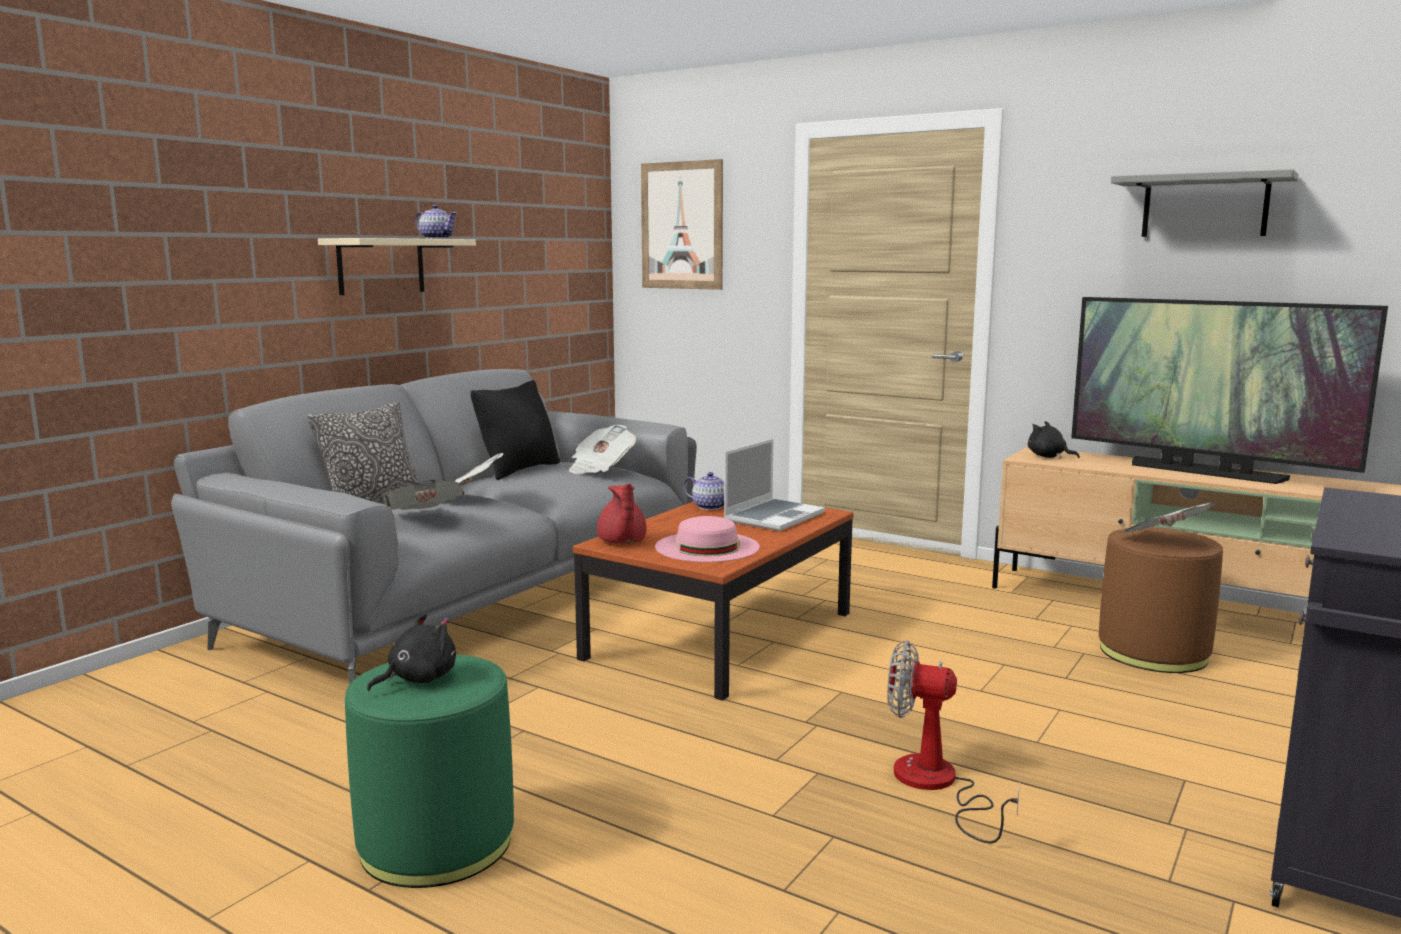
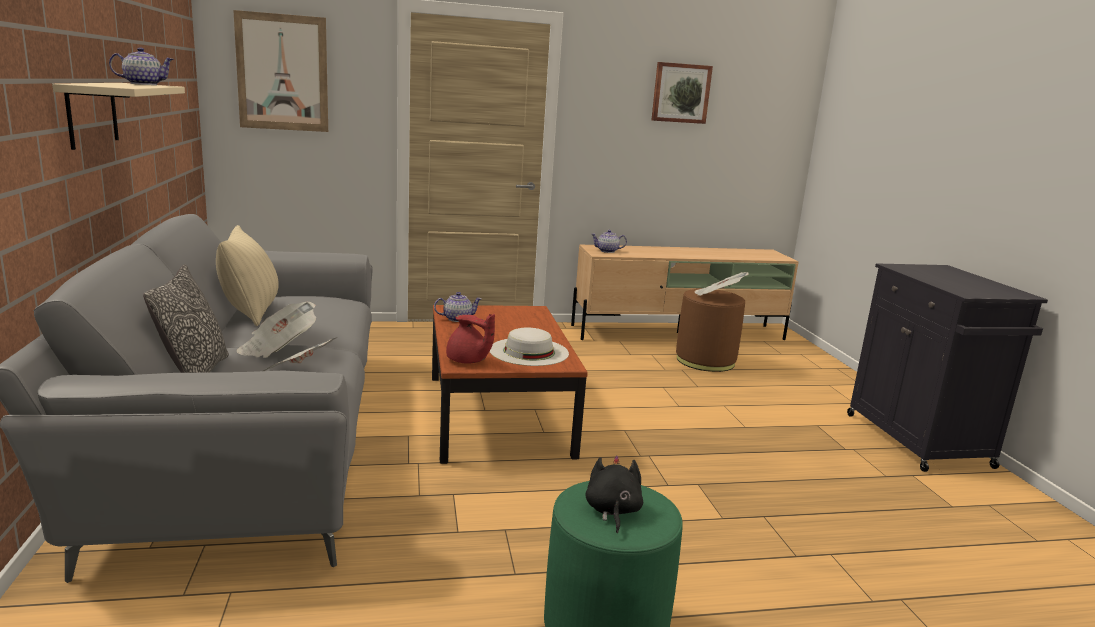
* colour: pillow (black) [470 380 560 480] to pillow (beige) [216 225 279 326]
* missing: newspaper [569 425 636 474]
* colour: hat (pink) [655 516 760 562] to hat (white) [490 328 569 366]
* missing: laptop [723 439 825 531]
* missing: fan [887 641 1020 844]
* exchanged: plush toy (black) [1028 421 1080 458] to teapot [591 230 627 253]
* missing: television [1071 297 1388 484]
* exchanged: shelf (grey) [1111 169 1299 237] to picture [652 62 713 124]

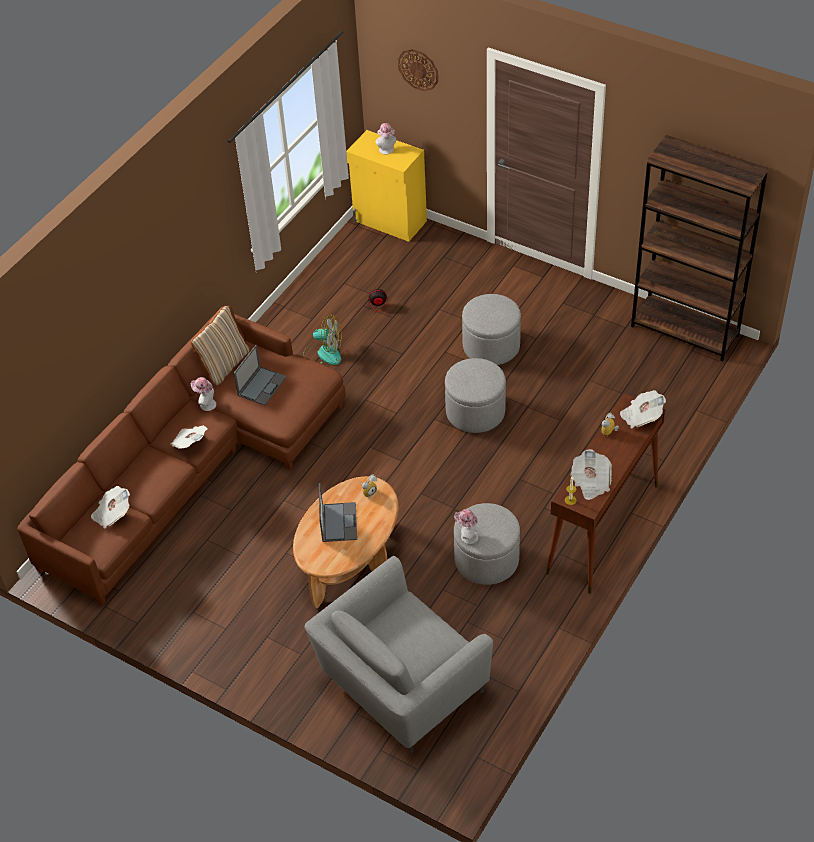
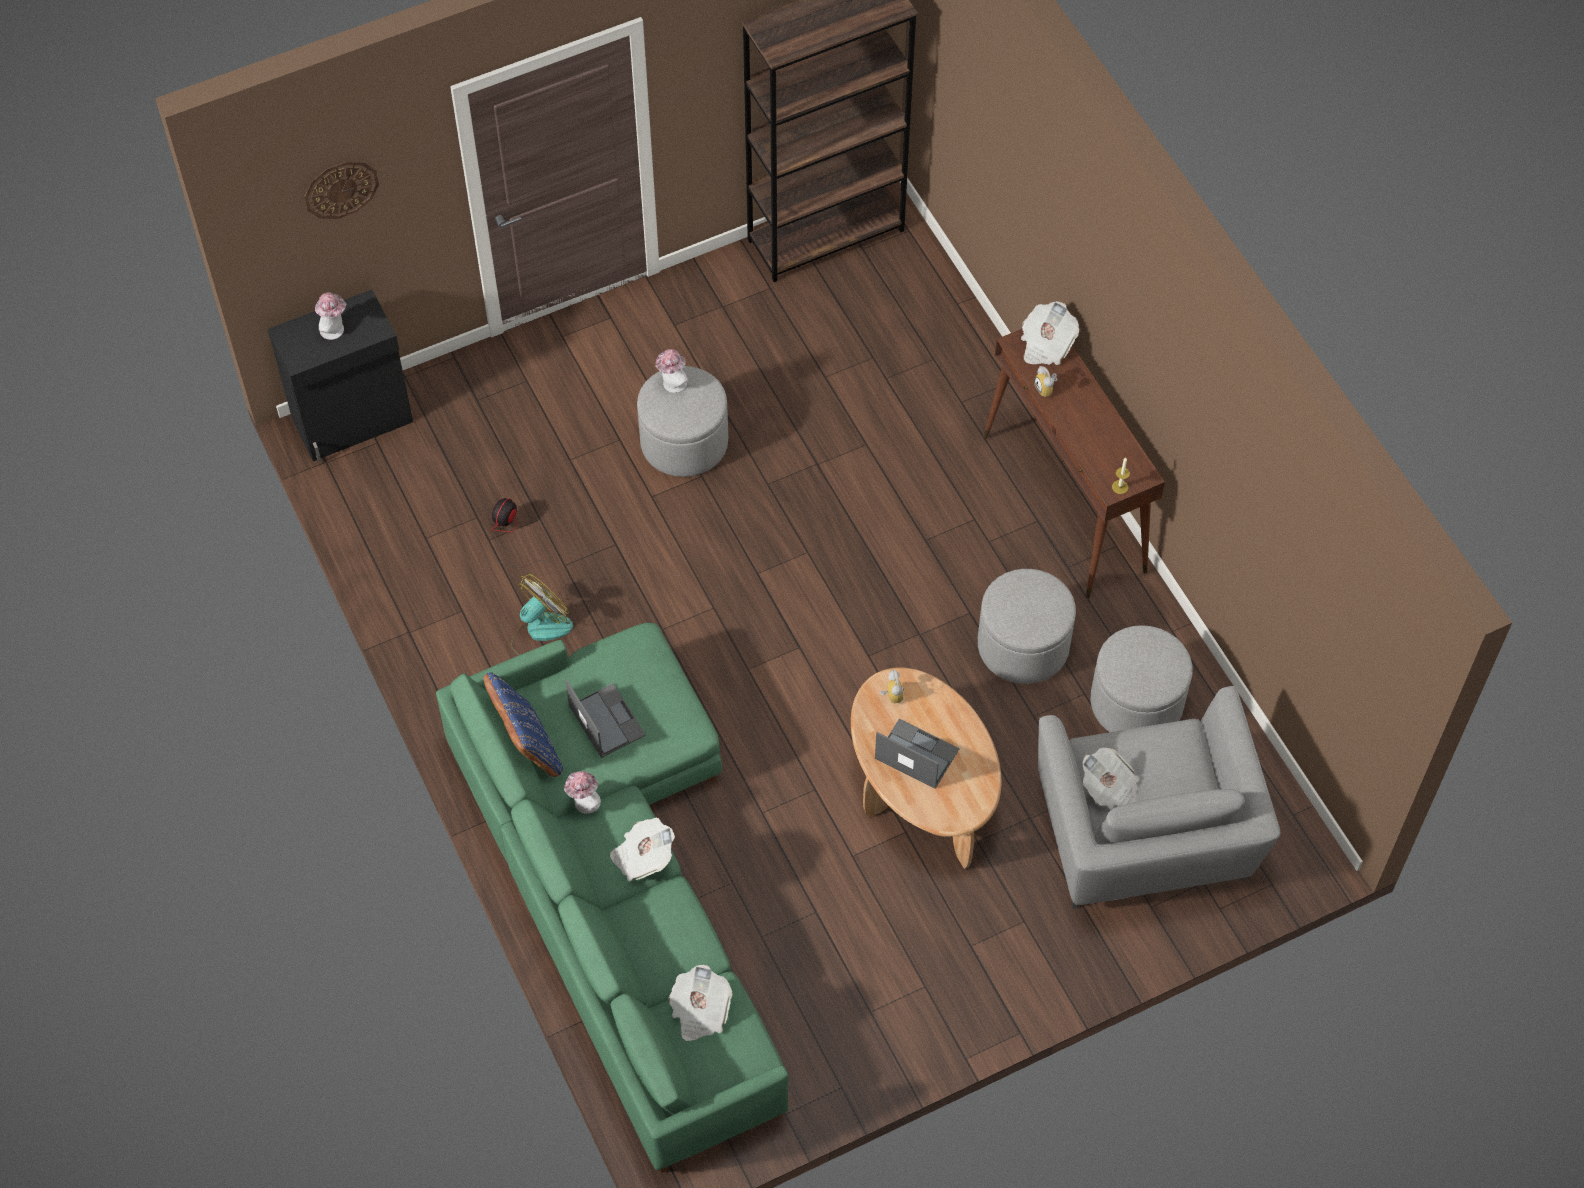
* colour: sofa (brown) [17 306 346 605] to sofa (green) [436 623 788 1173]
* colour: pillow (beige) [191 306 249 386] to pillow (blue) [484 672 563 777]
* colour: cabinet (yellow) [346 130 427 242] to cabinet (black) [268 290 413 462]
* relocated: ottoman (grey) [445 358 506 433] to [1091 625 1192 732]
* relocated: hat [454 509 479 544] to [655 349 688 393]
* relocated: newspaper [570 449 612 500] to [1083 748 1139 809]

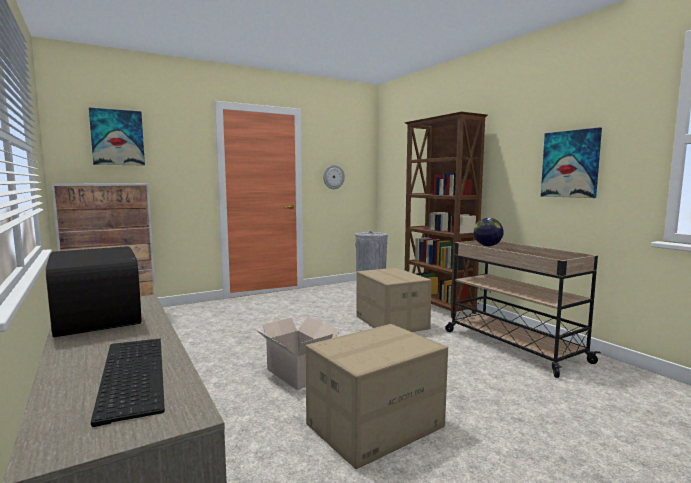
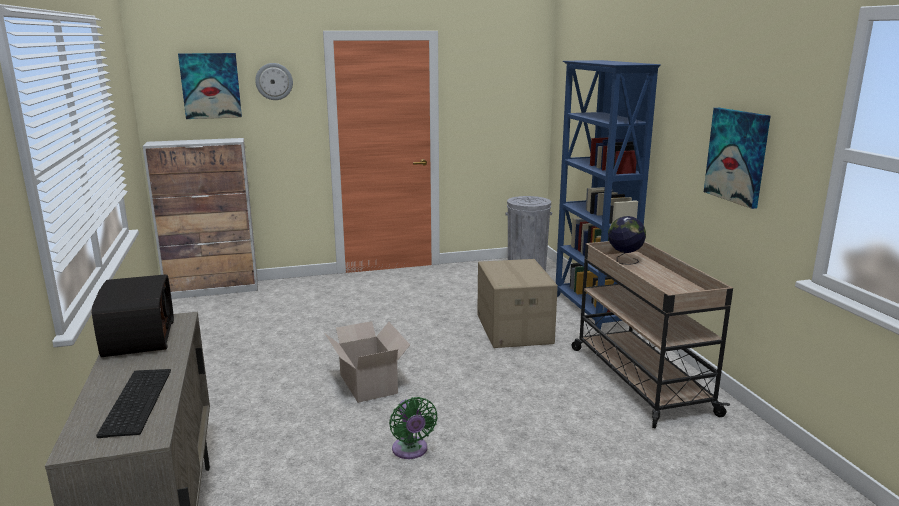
* exchanged: cardboard box [306 324 448 469] to fan (green) [389 397 438 459]
* relocated: wall clock [323 165 345 189] to [255 63 293 100]
* colour: bookcase (brown) [404 111 488 318] to bookcase (blue) [556 60 661 332]

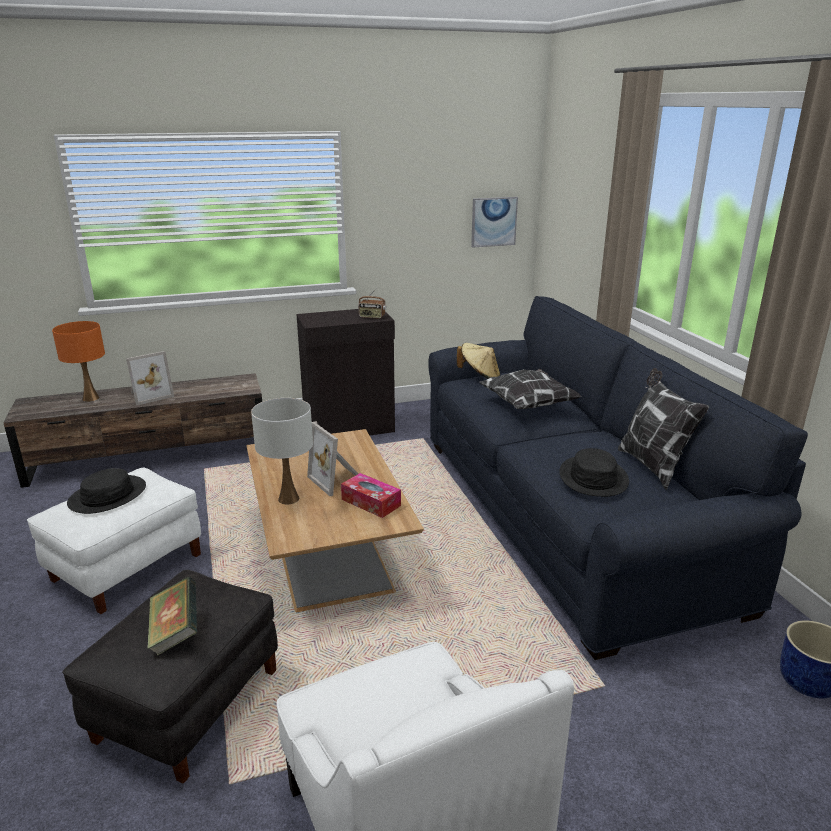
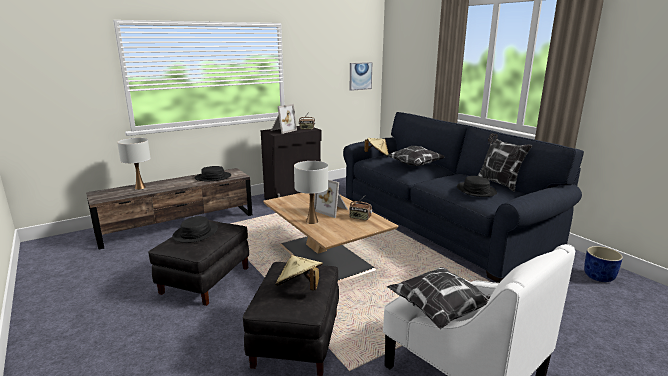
* colour: ottoman (white) [27 468 201 614] to ottoman (black) [148 220 249 306]
* colour: table lamp (orange) [52 321 105 402] to table lamp (white) [117 138 151 190]
* relocated: picture frame [126 351 174 405] to [271 104 297 134]
* exchanged: book [148 577 197 656] to hat (beige) [275 255 323 290]
* exchanged: tissue box [341 473 401 518] to radio [349 198 372 220]
* appeared: hat (black) [195 166 231 182]
* appeared: pillow [387 267 490 329]

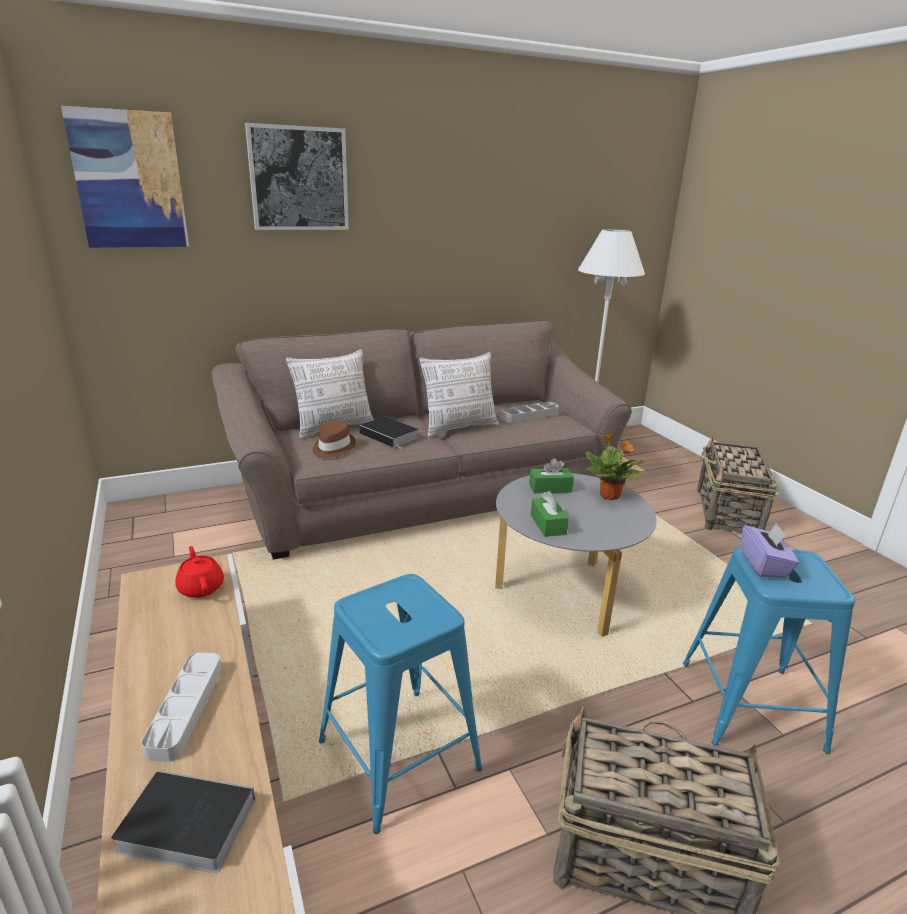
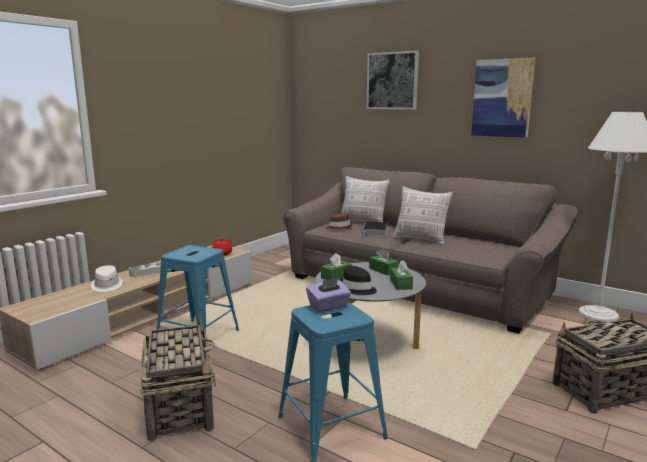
* relocated: picture [61 106 189 248] to [471 58 535 138]
* exchanged: book [111 770 255 873] to hat (white) [91 265 123 292]
* missing: tray (grey) [501 402 559 423]
* exchanged: potted plant [586 433 644 500] to tissue box (green) [390 260 413 290]
* appeared: hat (black) [340 266 377 295]

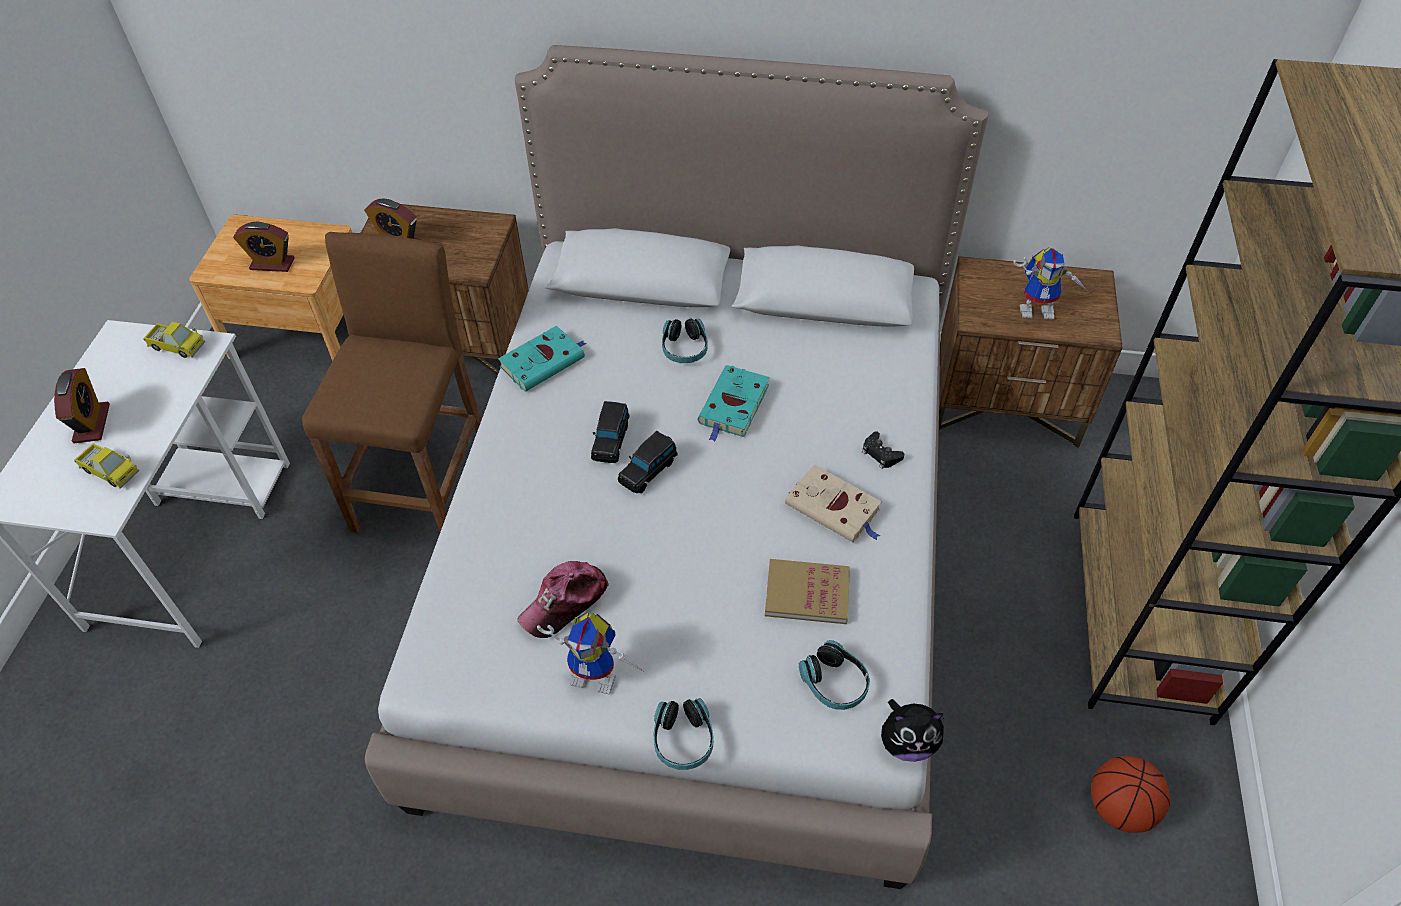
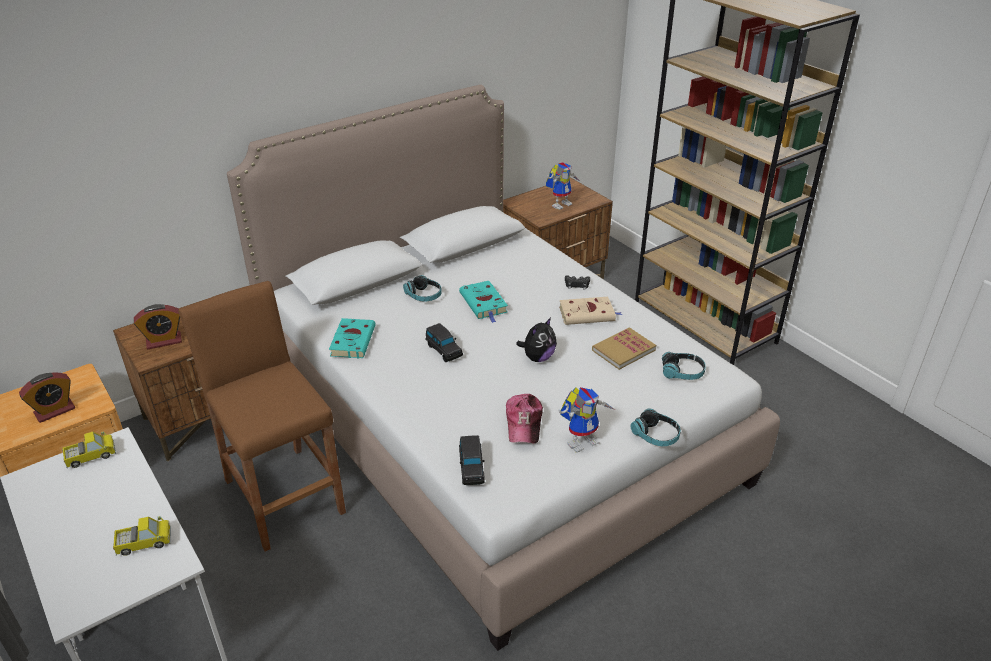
* missing: alarm clock [54 368 110 443]
* relocated: toy car (black) [618 431 678 493] to [459 435 485 485]
* relocated: plush toy [881 699 944 762] to [516 317 557 362]
* missing: basketball [1091 756 1170 833]

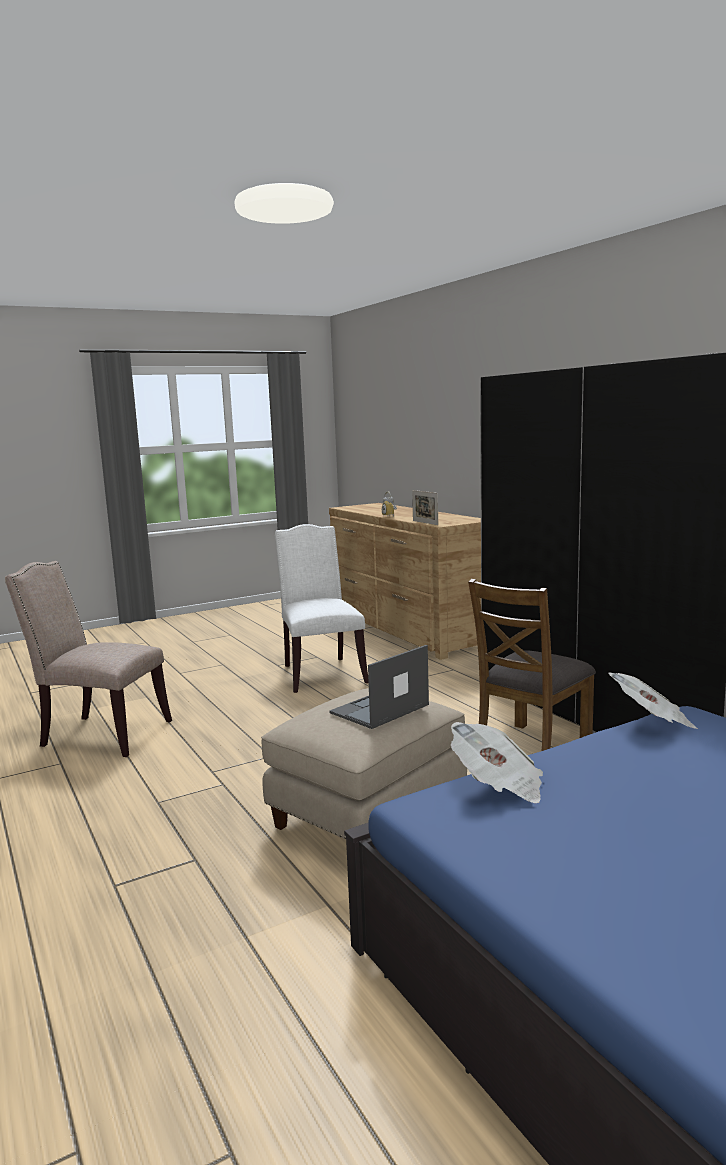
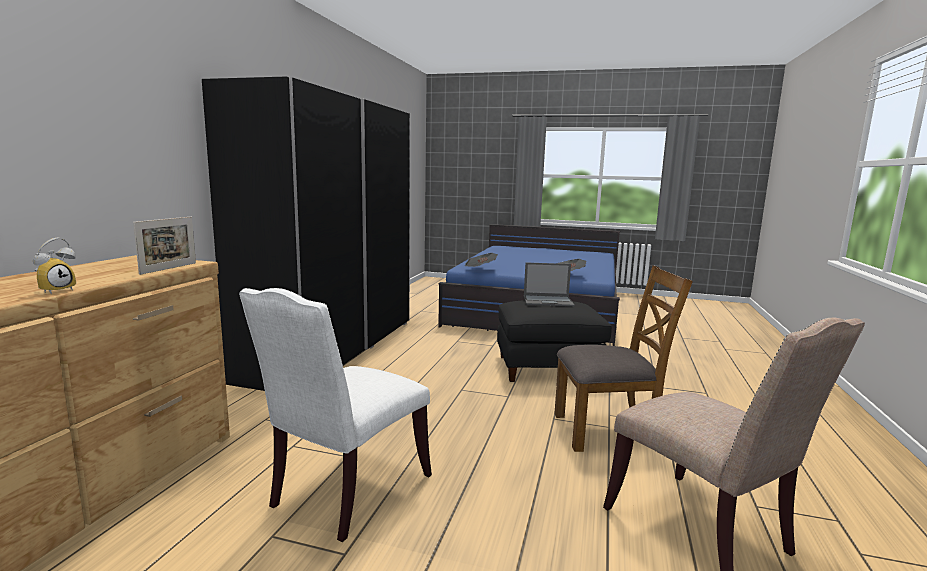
* colour: ottoman (beige) [261 688 467 840] to ottoman (black) [497 300 612 382]
* relocated: chair (brown) [468 579 596 751] to [554 265 693 452]

